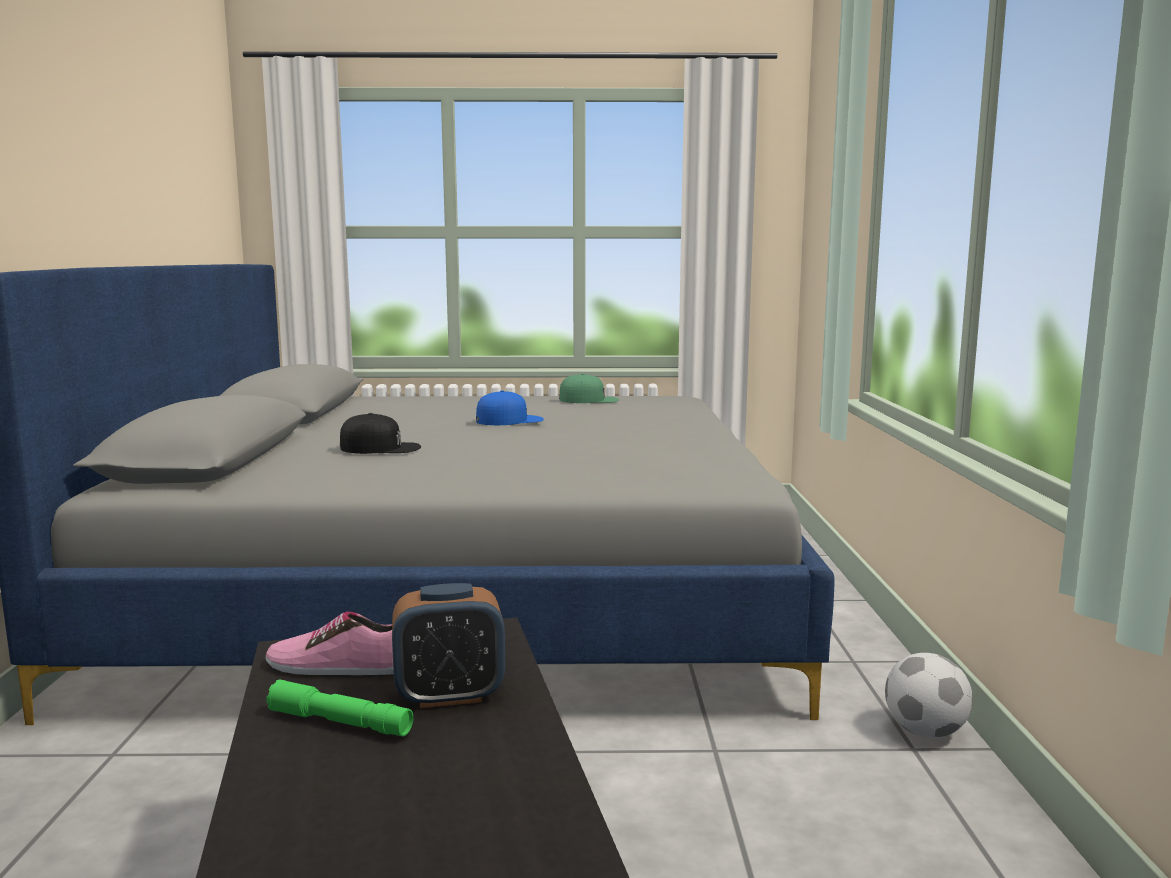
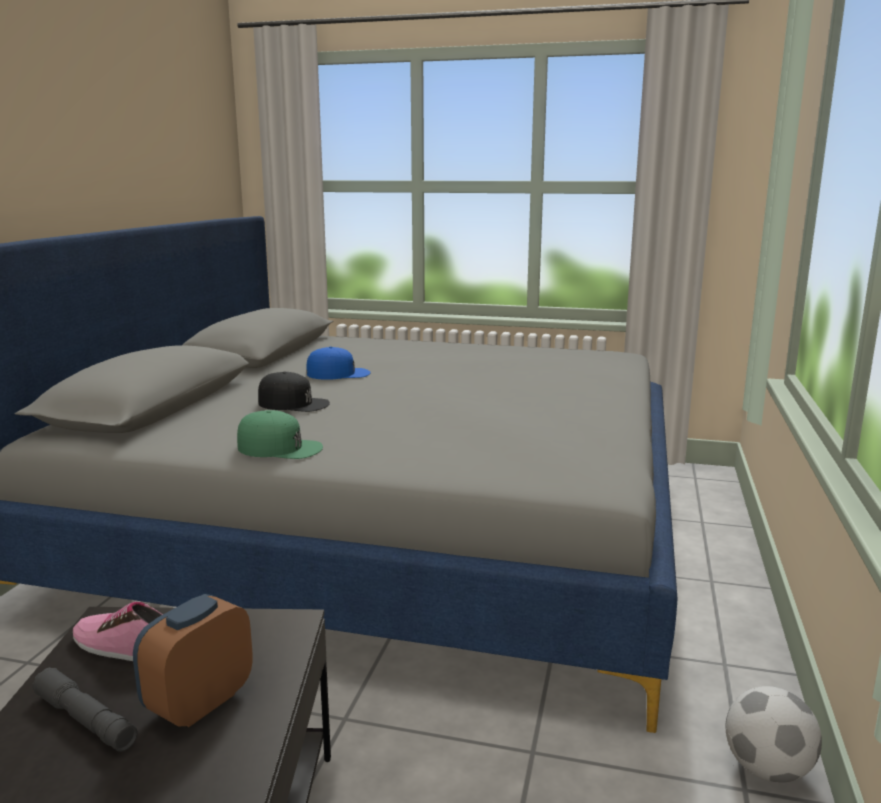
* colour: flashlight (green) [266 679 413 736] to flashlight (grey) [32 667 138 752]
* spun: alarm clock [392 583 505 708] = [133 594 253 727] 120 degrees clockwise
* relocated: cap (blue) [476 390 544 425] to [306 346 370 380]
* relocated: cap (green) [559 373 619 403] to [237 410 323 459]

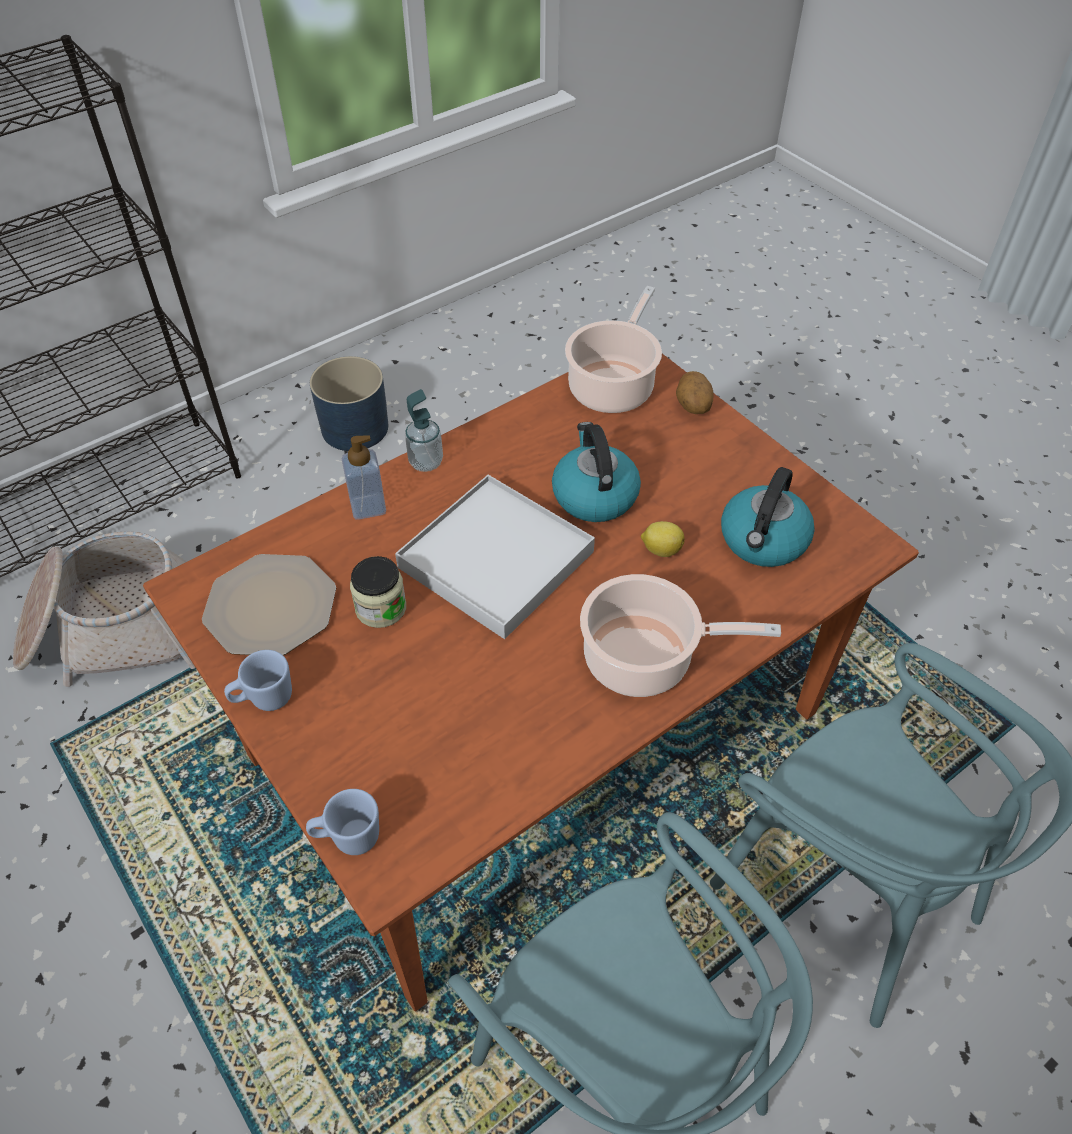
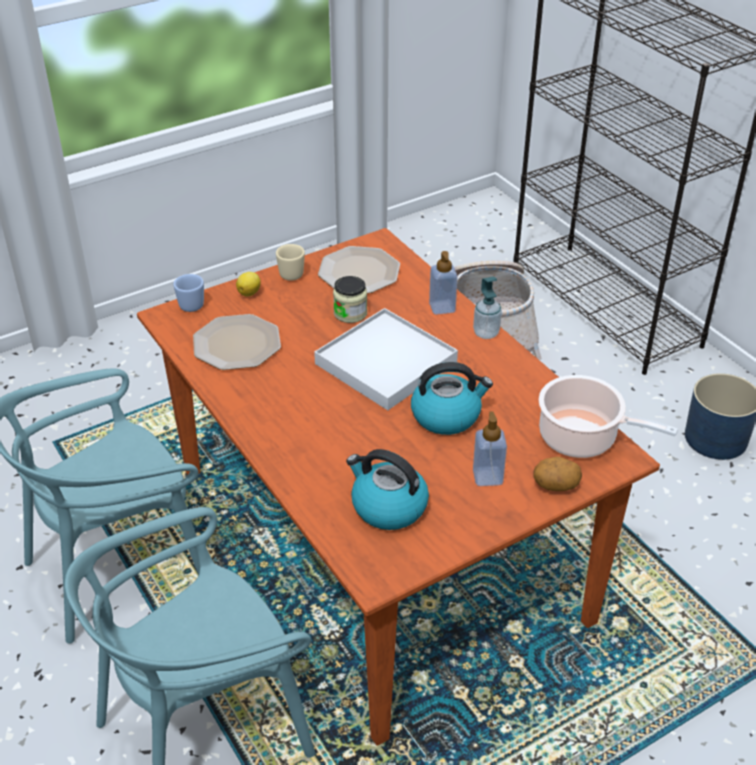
* colour: mug (blue) [224 650 292 711] to mug (beige) [276 244 305 281]
* missing: cooking pot [580 574 781 697]
* relocated: lemon [641 521 685 557] to [236 272 261 297]
* appeared: plate [193 314 281 370]
* appeared: soap dispenser [473 411 507 486]

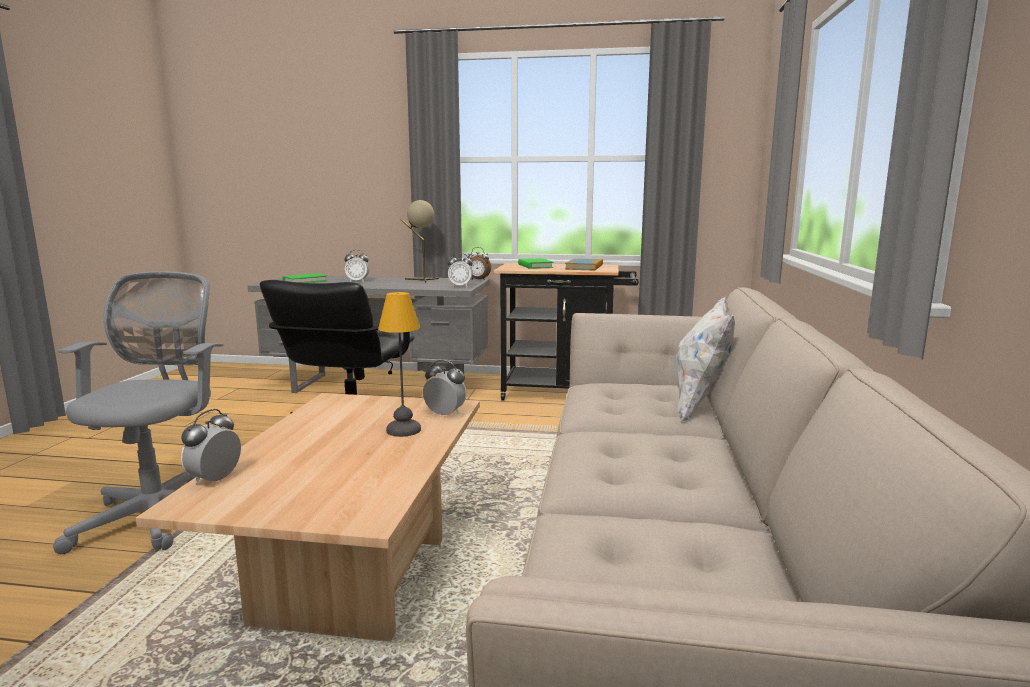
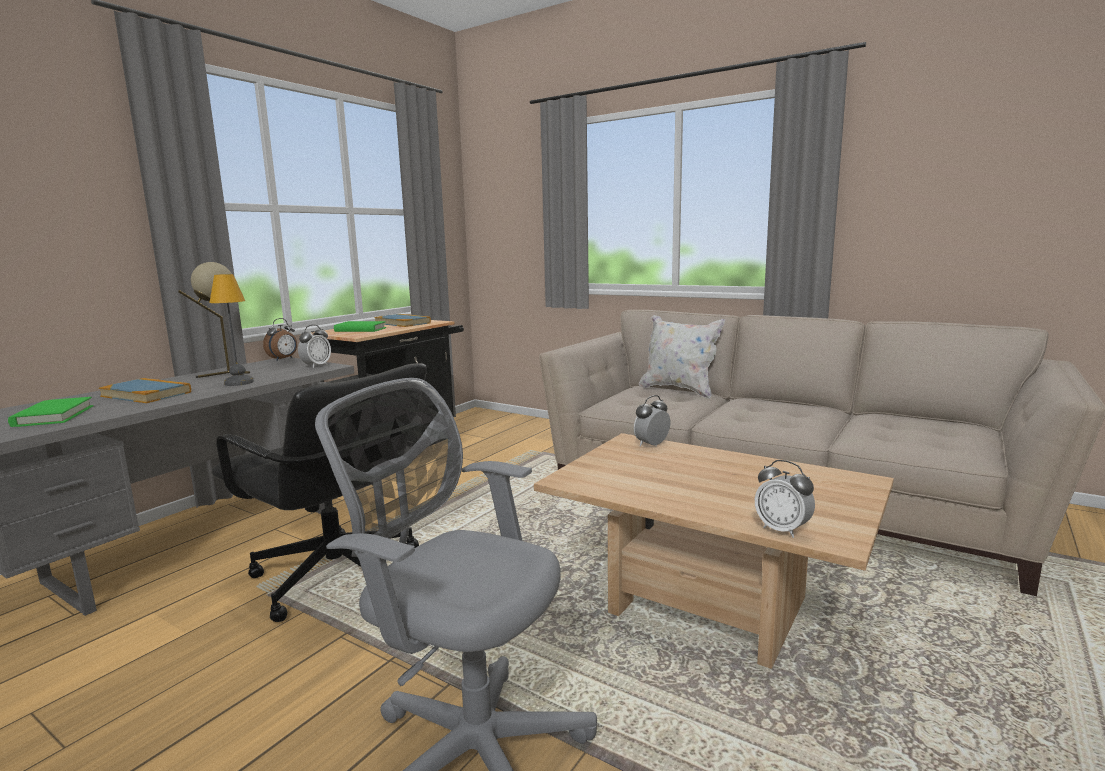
* exchanged: alarm clock [344 250 369 282] to book [99 378 191 403]
* relocated: table lamp [378 292 421 437] to [209 274 254 386]

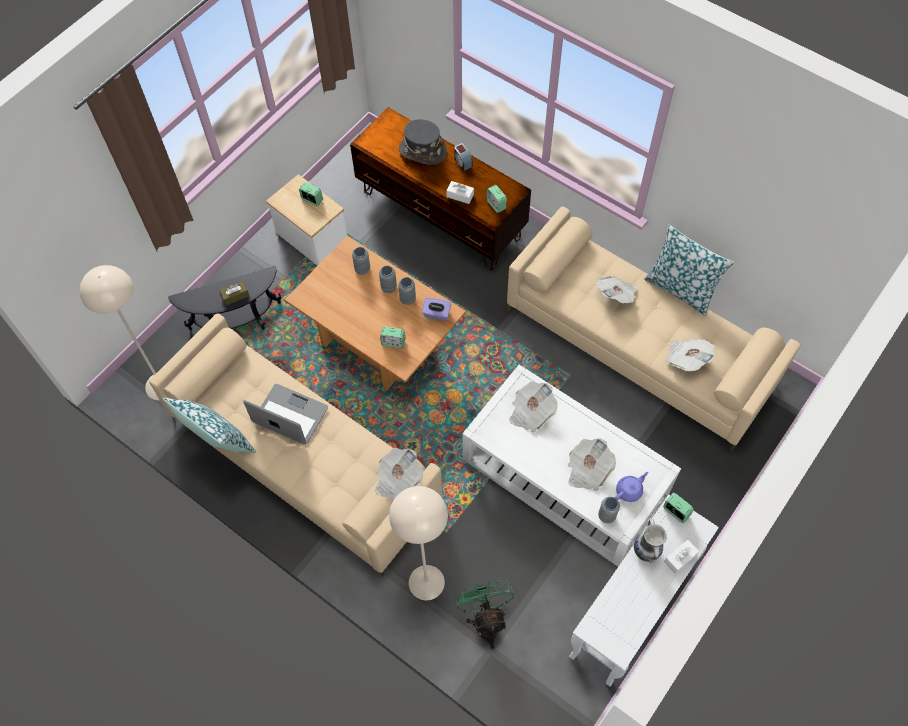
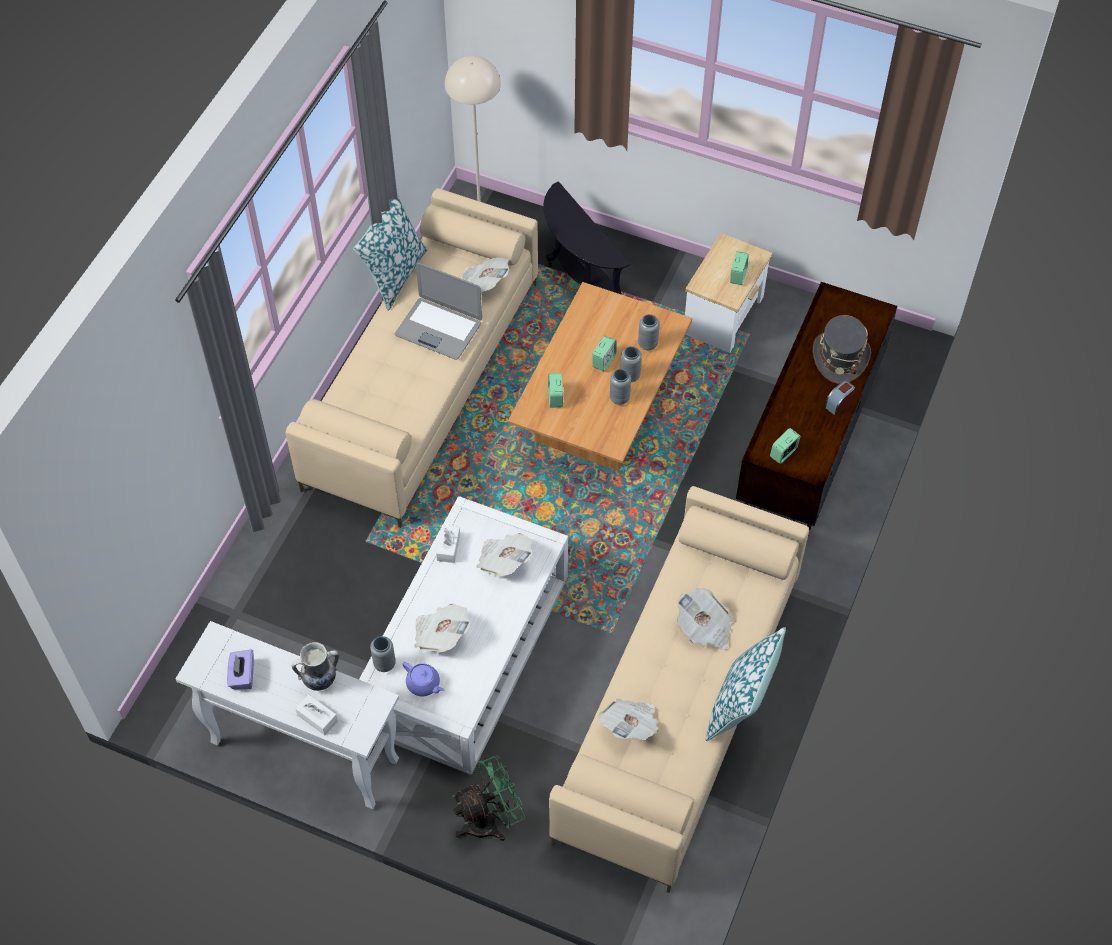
* missing: tissue box (brown) [219 280 249 305]
* spun: laptop [243 384 328 444] = [395 262 482 360] 105 degrees clockwise
* relocated: newspaper [375 448 423 500] to [463 257 509 292]
* missing: floor lamp (beige) [389 486 448 600]
* relocated: tissue box (purple) [422 298 451 321] to [227 649 254 690]
* relocated: tissue box (white) [446 181 474 204] to [436 525 460 563]
* relocated: fan (green) [455 579 514 650] to [452 755 525 841]
* relocated: alarm clock [663 493 694 523] to [592 336 617 371]

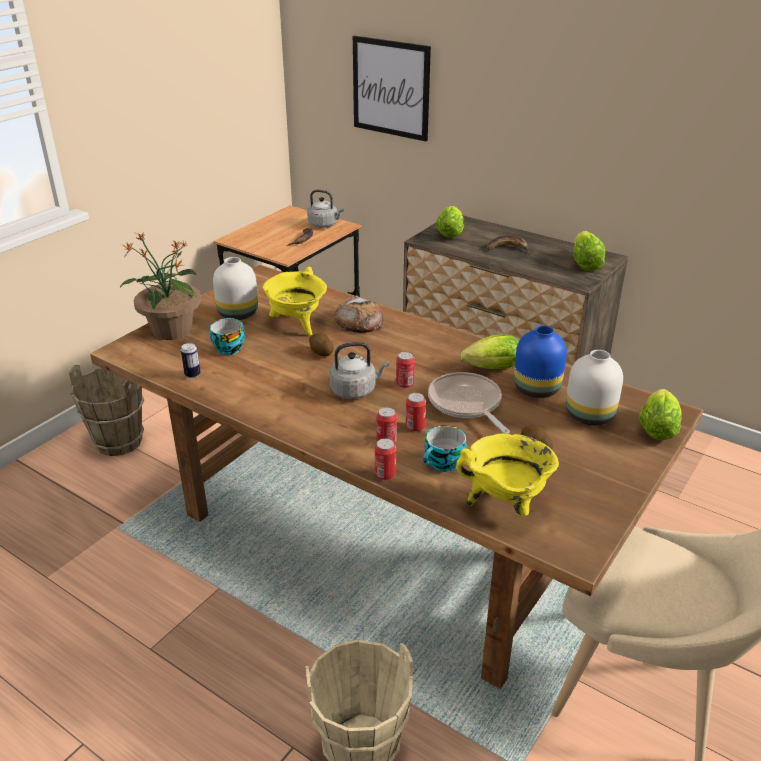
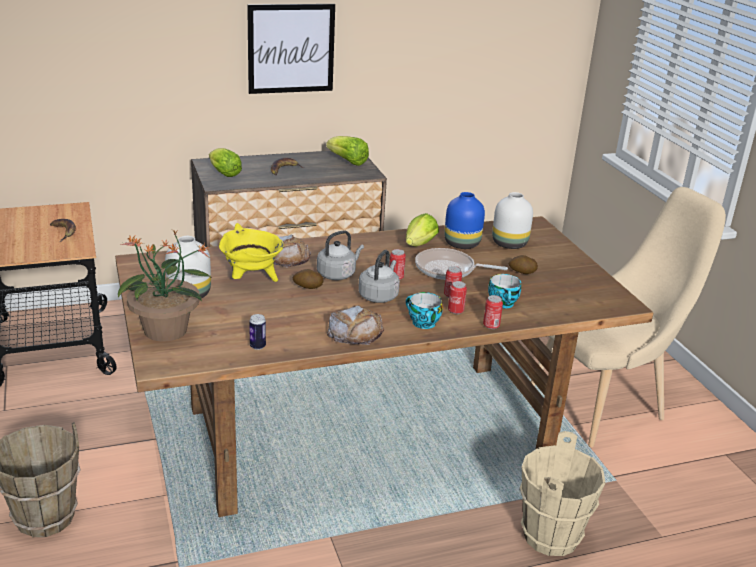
* relocated: cup [210 318 245 355] to [406 292 443 329]
* relocated: kettle (grey) [307 190 344 228] to [317 230 364 280]
* relocated: picture [353 36 431 141] to [247 4 335 94]
* missing: cooking pot (yellow) [456 434 559 516]
* missing: lettuce [639 389 682 440]
* appeared: bread [327 305 384 345]

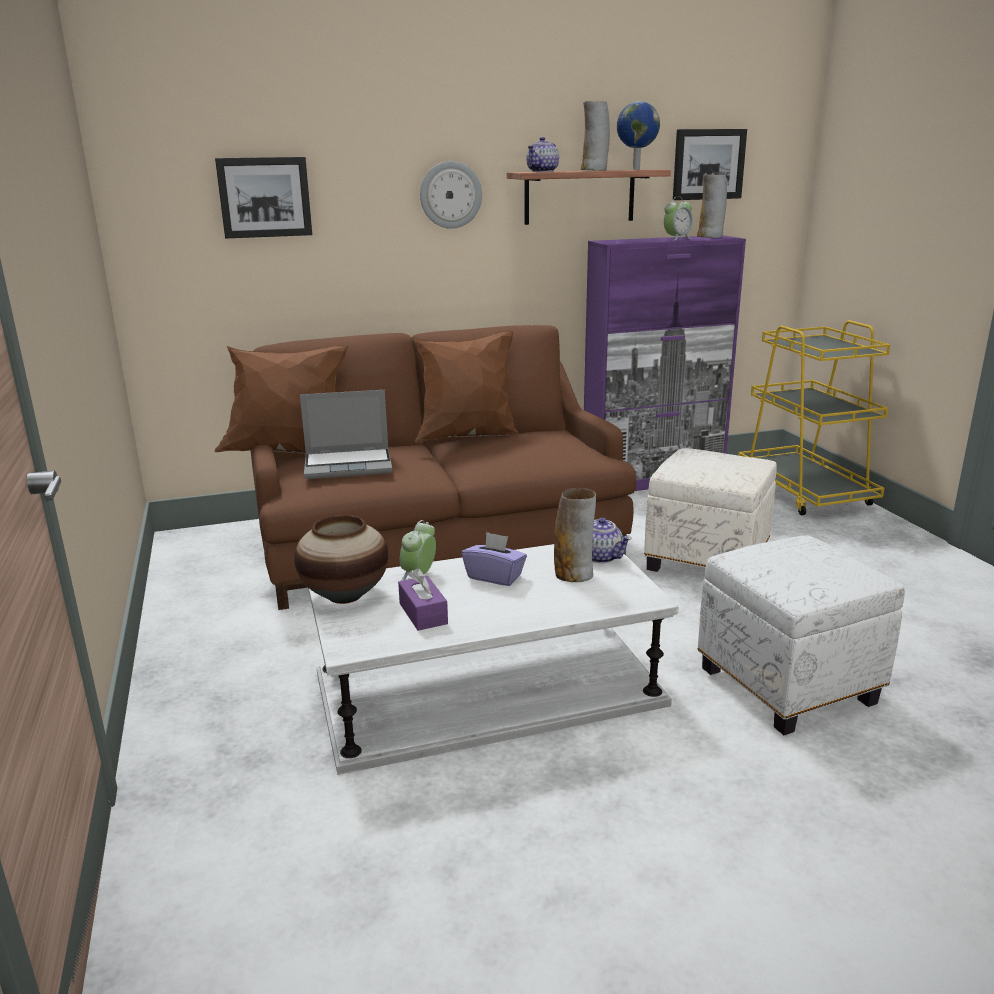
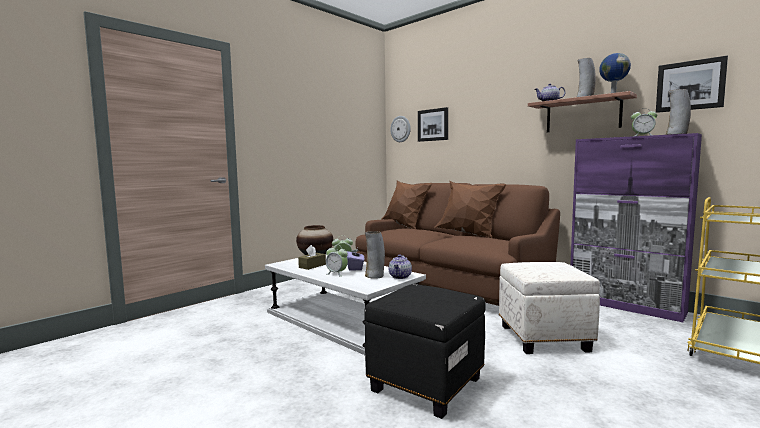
* missing: laptop [300 390 392 479]
* colour: tissue box (purple) [398 568 448 631] to tissue box (brown) [298 245 326 270]
* relocated: wall clock [420 161 482 229] to [390 116 411 142]
* colour: ottoman (white) [698 536 905 735] to ottoman (black) [364 284 486 419]
* appeared: alarm clock [326 245 348 277]

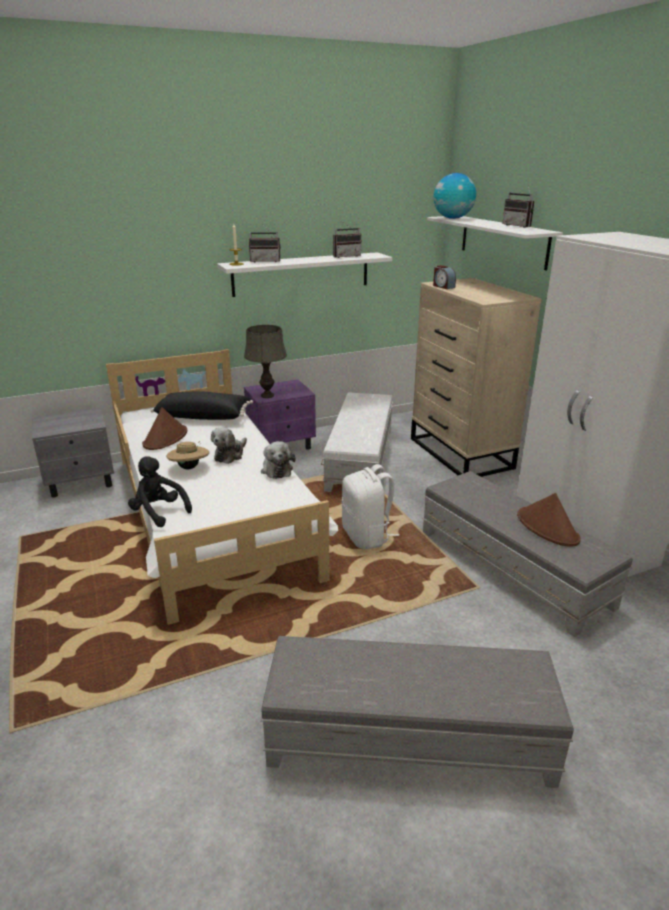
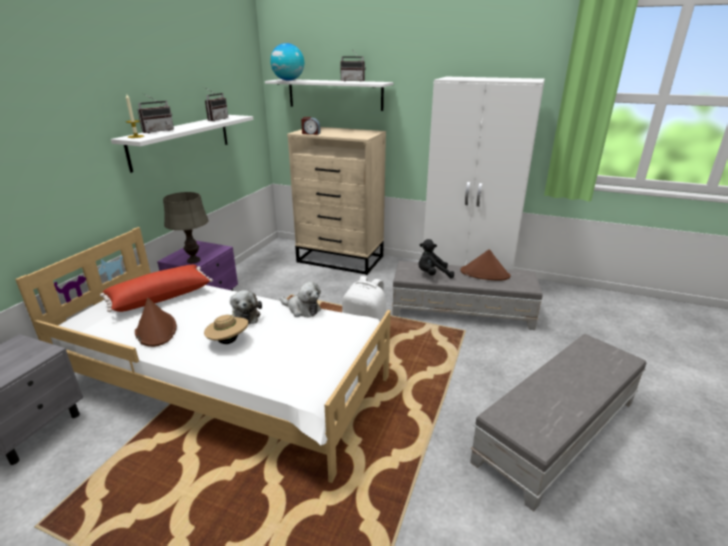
* relocated: plush toy (black) [128 456 192 527] to [418 239 454 278]
* colour: pillow (black) [150 391 253 420] to pillow (red) [100 265 213 312]
* missing: ottoman (white) [321 393 393 492]

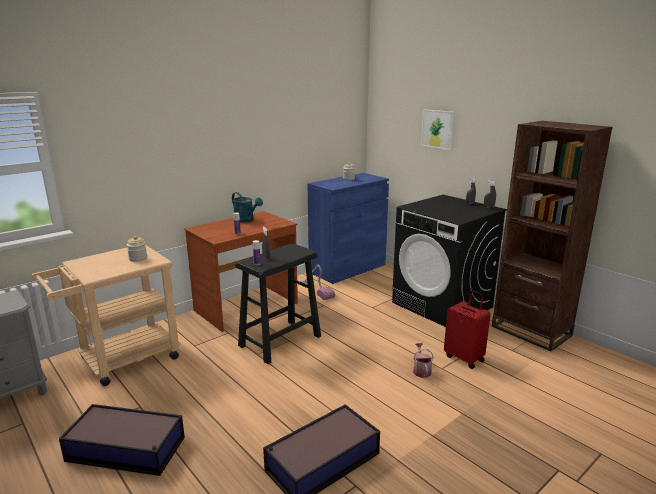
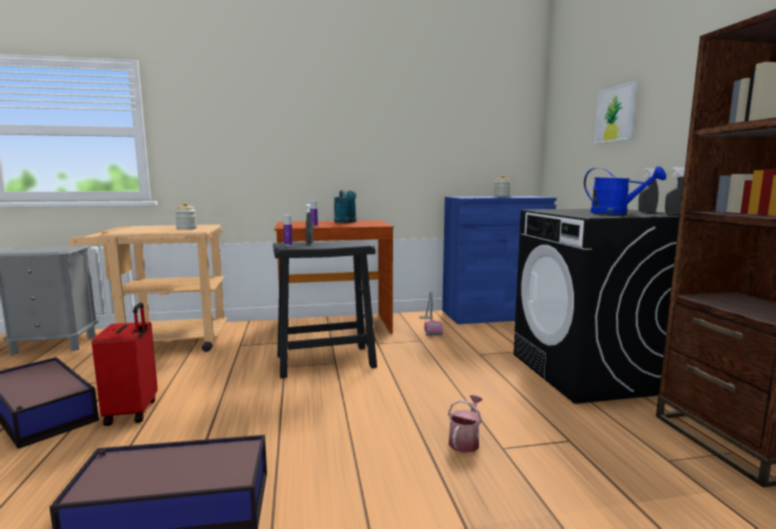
* relocated: suitcase (red) [444 290 491 369] to [92 302 158 426]
* appeared: watering can (blue) [584 166 666 214]

